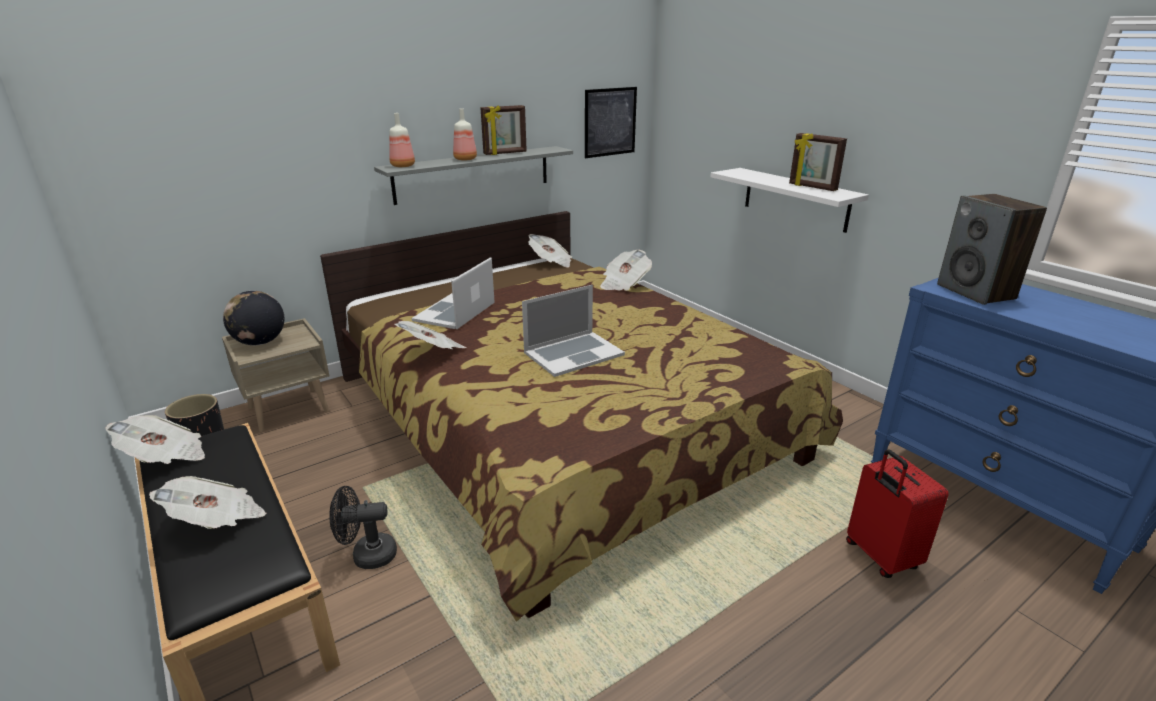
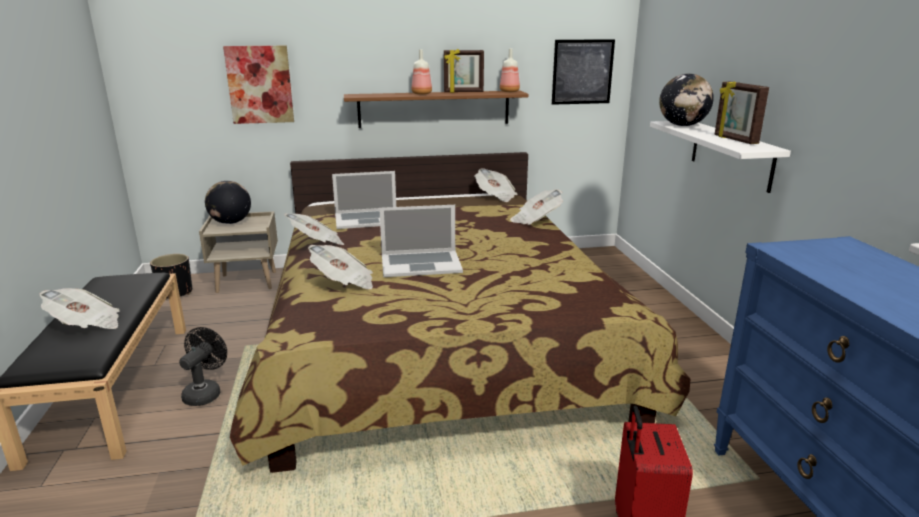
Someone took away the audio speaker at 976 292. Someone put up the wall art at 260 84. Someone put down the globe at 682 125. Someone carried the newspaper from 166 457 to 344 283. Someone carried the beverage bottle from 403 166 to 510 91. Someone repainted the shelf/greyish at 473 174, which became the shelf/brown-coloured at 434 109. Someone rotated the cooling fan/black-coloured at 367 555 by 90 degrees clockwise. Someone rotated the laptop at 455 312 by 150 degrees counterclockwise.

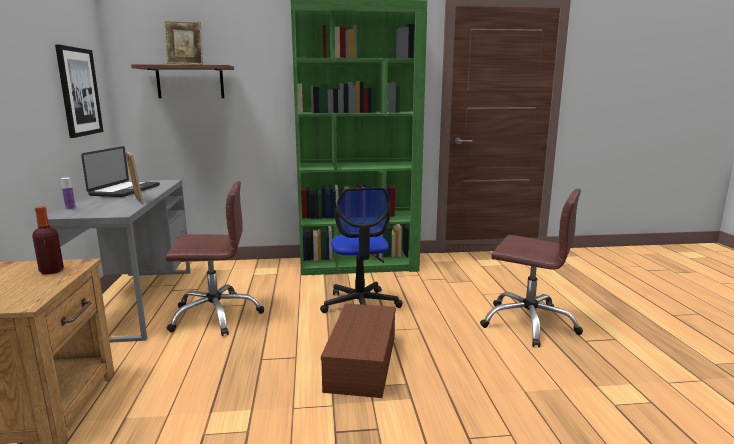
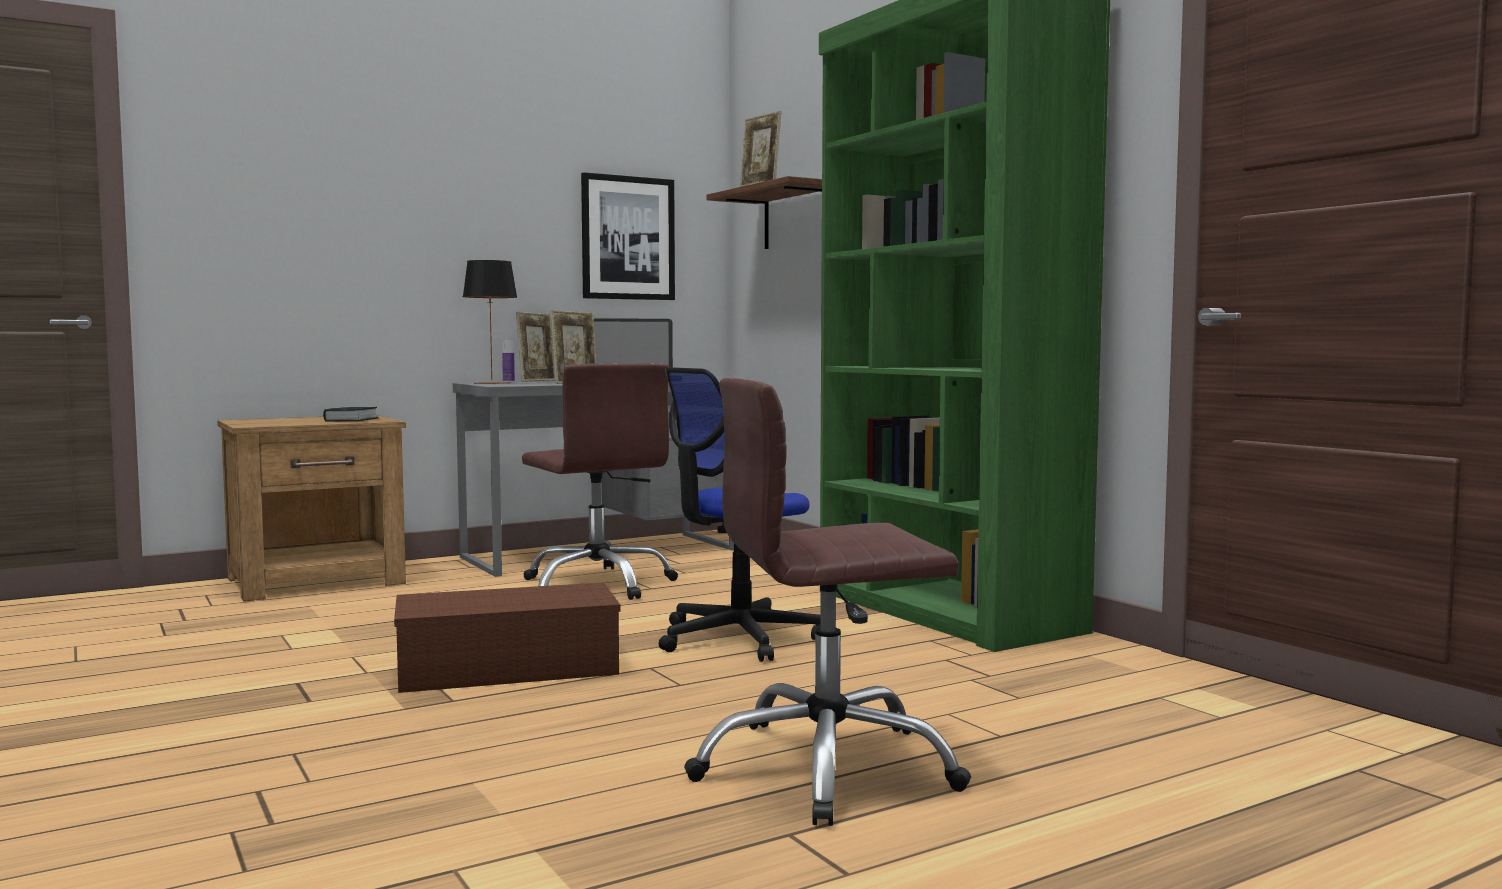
Someone put down the lamp for a table at 491 383. Someone put down the picture frame at 537 381. Someone swapped the beverage bottle at 51 271 for the bound book at 351 420. Someone rotated the desk chair/brown-coloured at 528 323 by 75 degrees clockwise.

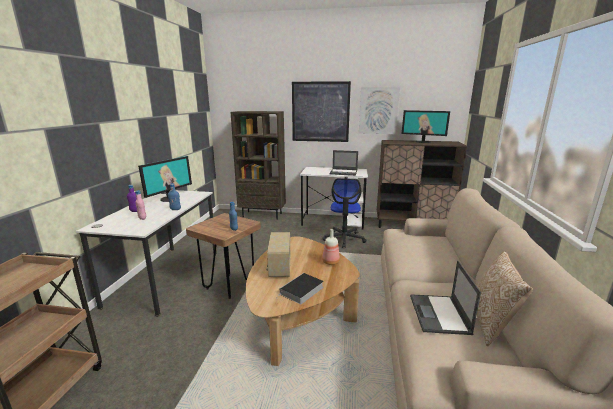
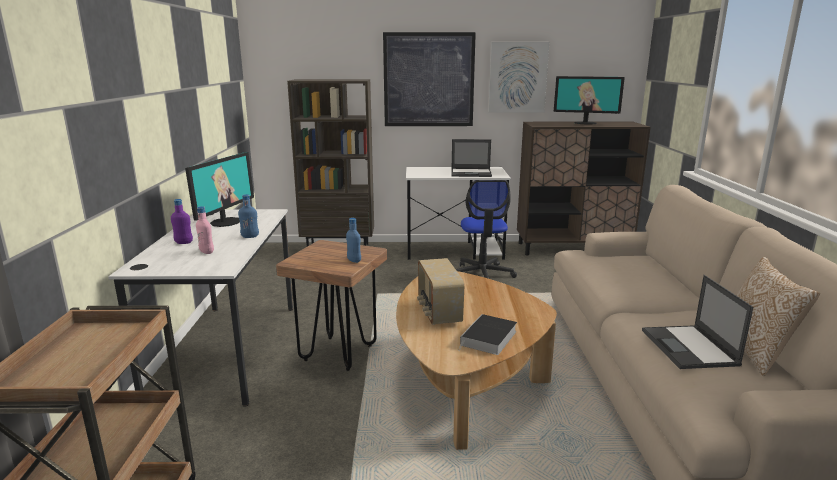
Someone took away the beverage bottle at 331 262.

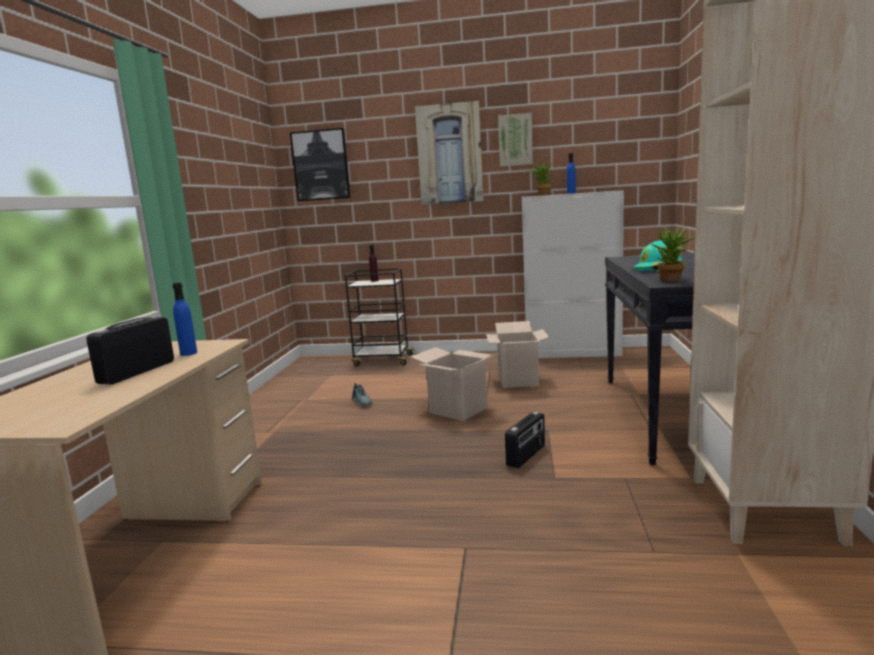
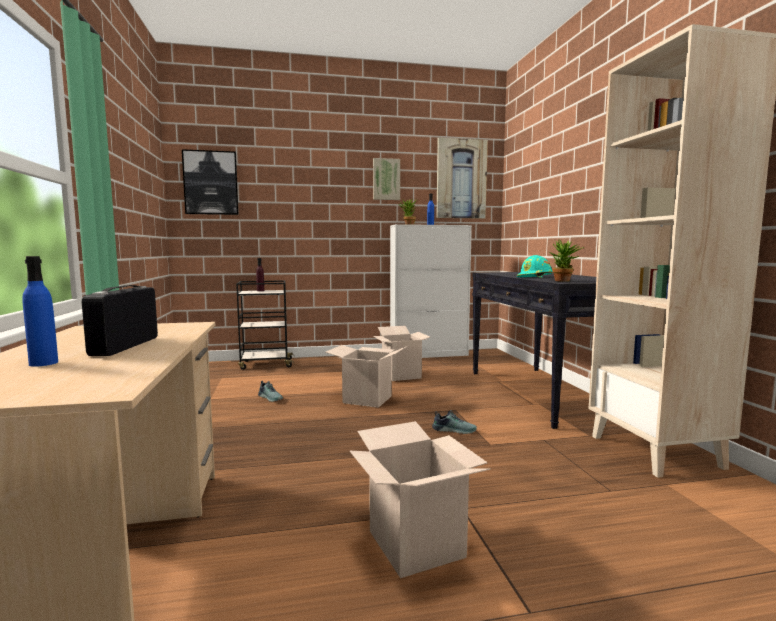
Someone put down the cardboard box at 416 544. Someone carried the beverage bottle/blue-coloured from 188 353 to 43 363. Someone carried the wall art from 450 154 to 461 179. Someone swapped the radio receiver at 527 455 for the item of footwear at 454 430.

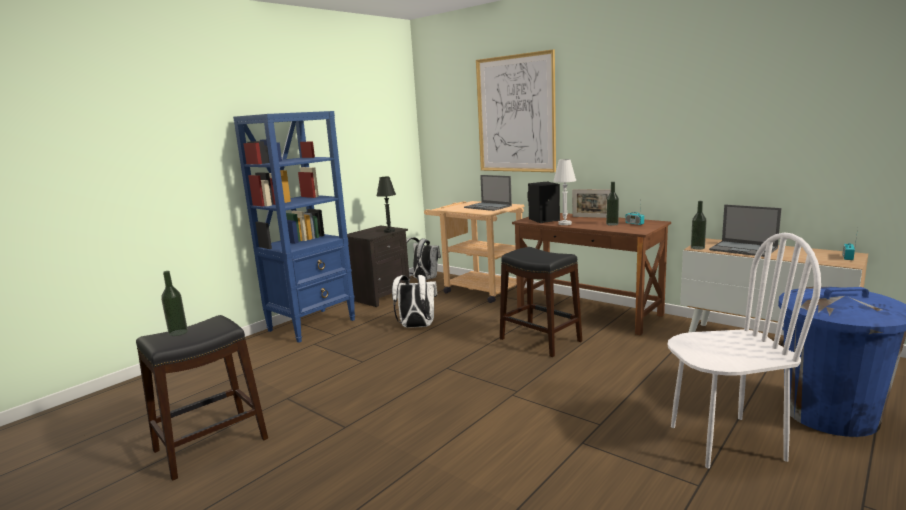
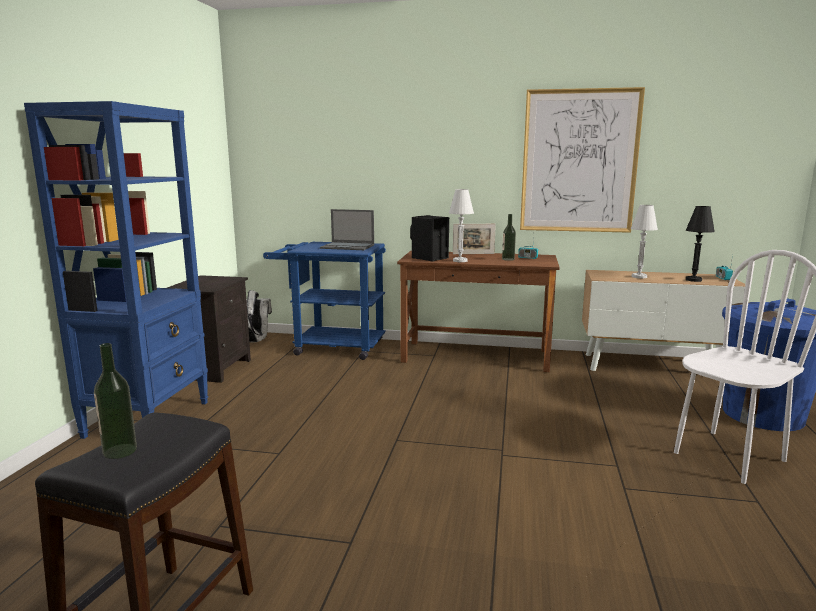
Someone took away the rucksack/white-coloured at 416 327. Someone took away the stool seat/black-coloured at 540 340. Someone took away the beverage bottle at 697 247. Someone carried the lamp for a table/black-coloured from 389 231 to 693 280. Someone carried the wall art from 515 114 to 579 161. Someone swapped the laptop at 744 249 for the lamp for a table/white-coloured at 639 277. Someone repainted the trolley/beige-coloured at 477 289, which became the trolley/blue-coloured at 331 347.

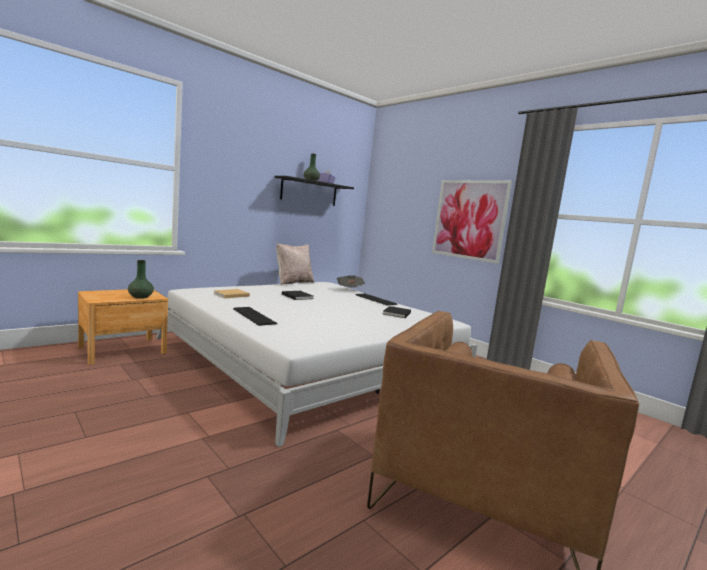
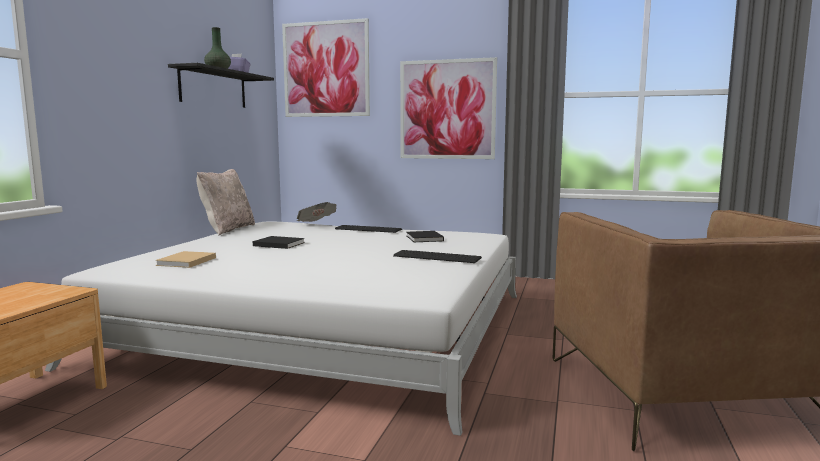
Someone took away the flower vase/green-coloured at 140 297. Someone put up the wall art at 326 69. Someone carried the keyboard from 254 316 to 436 256.

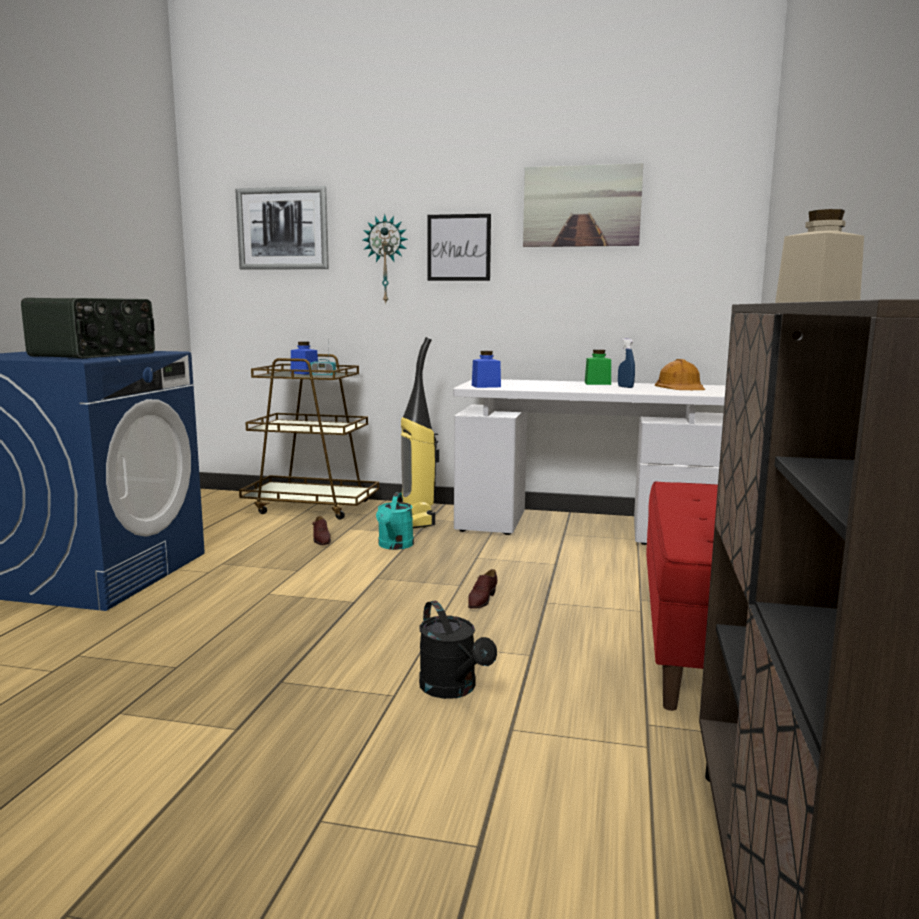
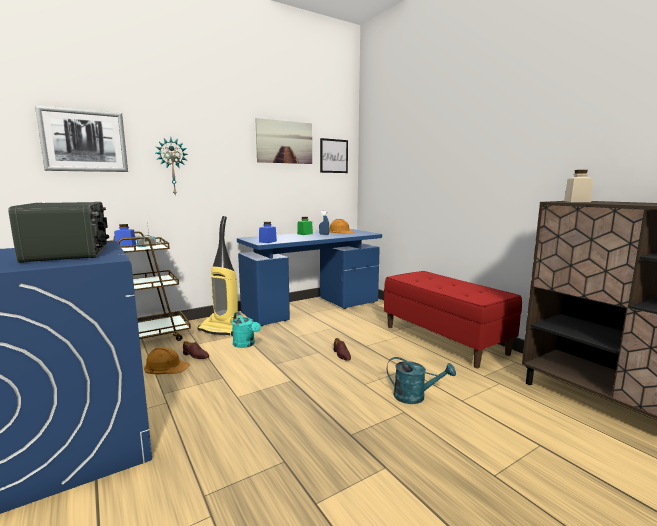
Someone put down the hard hat/orange-coloured at 166 366. Someone carried the wall art from 459 247 to 334 156. Someone repainted the watering pot/black-coloured at 453 689, which became the watering pot/blue-green at 415 397. Someone repainted the desk table/white-coloured at 590 529, which became the desk table/blue-coloured at 312 307.

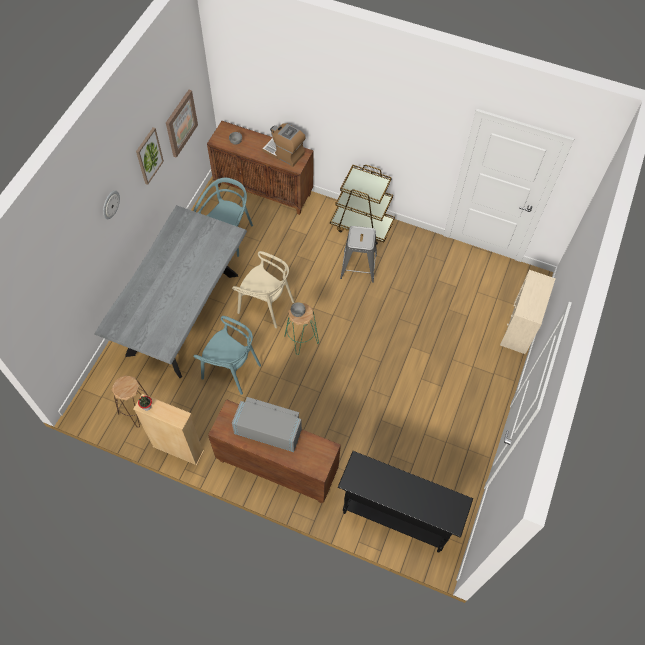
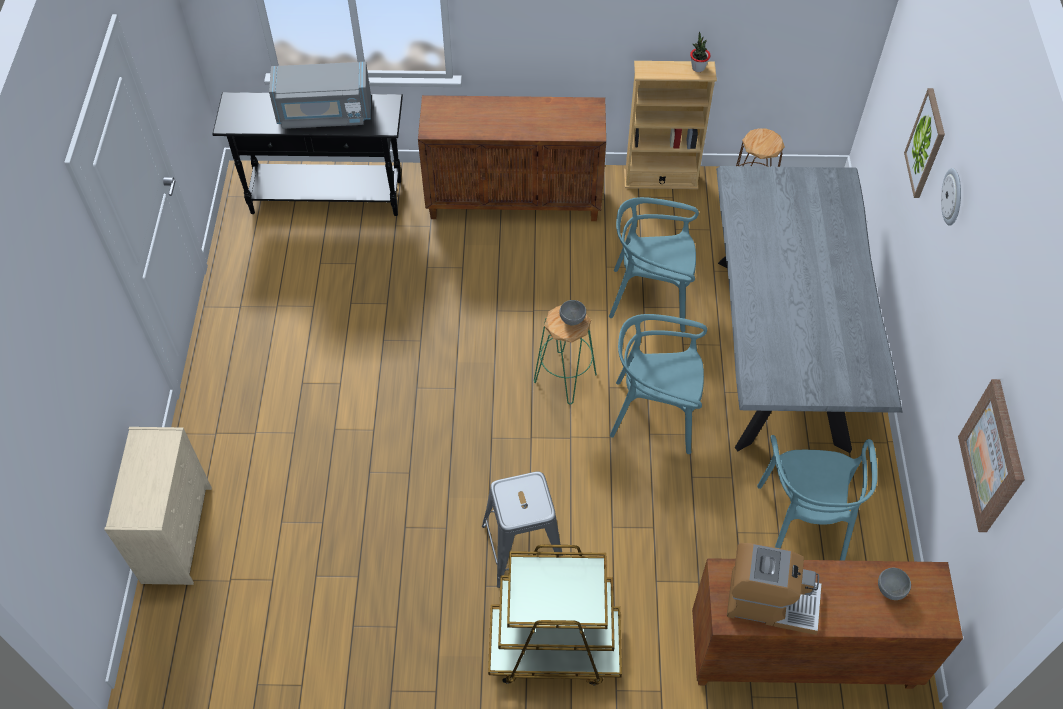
Someone carried the wall art from 149 156 to 926 144. Someone carried the microwave oven/greyish from 268 430 to 324 113. Someone repainted the plain chair/beige-coloured at 266 305, which became the plain chair/blue-green at 655 413.

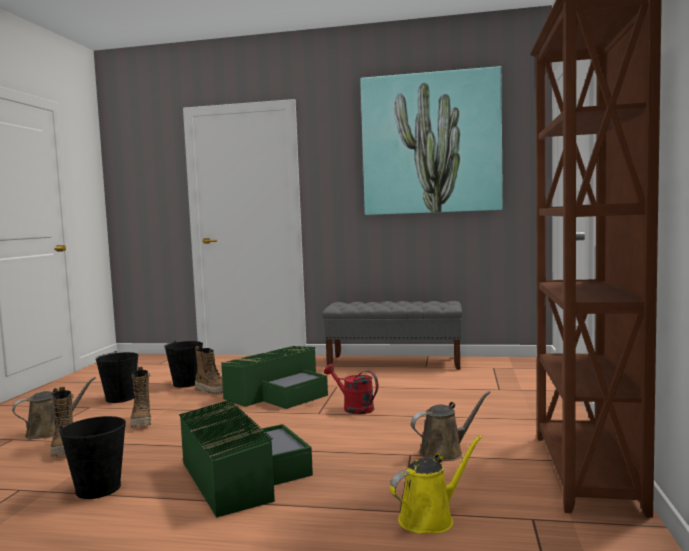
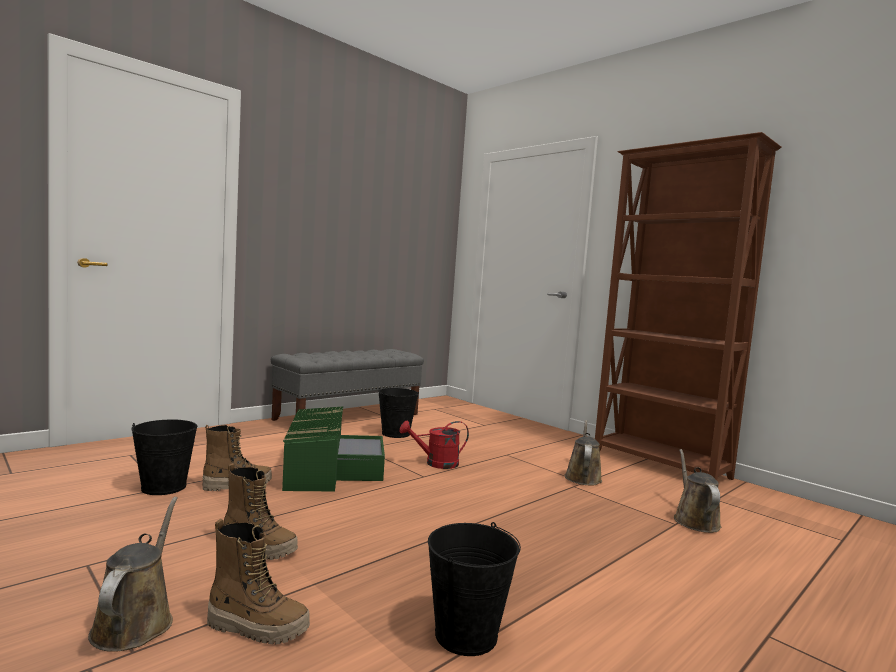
Someone took away the storage bin/green-coloured at 240 475. Someone took away the wall art at 431 144. Someone carried the pail/black-coloured from 120 398 to 395 433. Someone repainted the watering pot/yellow at 430 518, which became the watering pot/brown-coloured at 694 520.

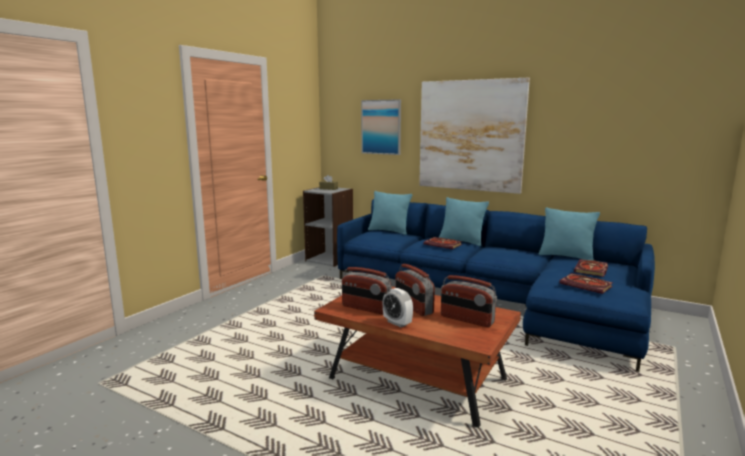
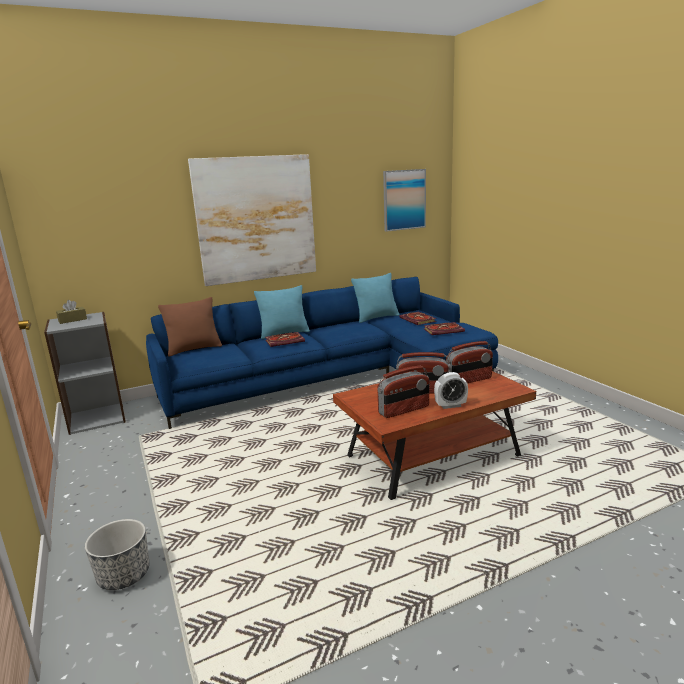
Someone put down the planter at 123 575. Someone carried the wall art from 381 127 to 404 200. Someone repainted the pillow/blue-green at 389 231, which became the pillow/brown-coloured at 194 349.

